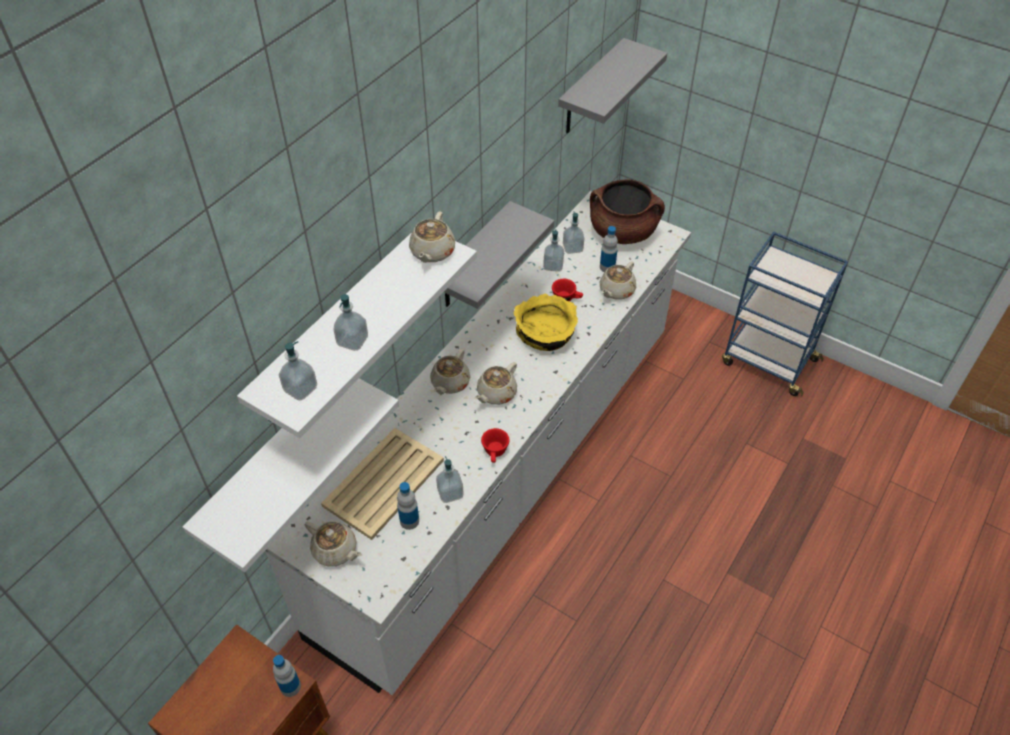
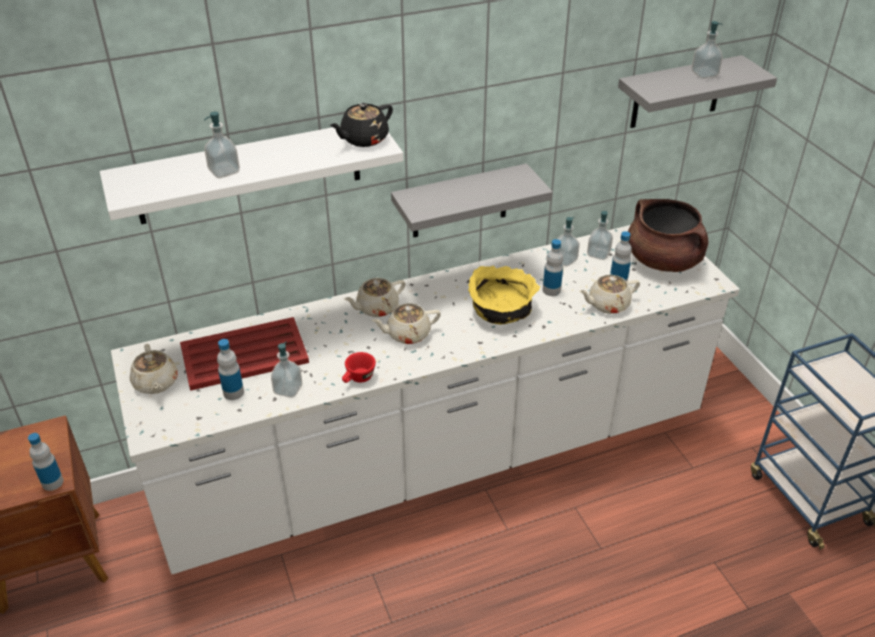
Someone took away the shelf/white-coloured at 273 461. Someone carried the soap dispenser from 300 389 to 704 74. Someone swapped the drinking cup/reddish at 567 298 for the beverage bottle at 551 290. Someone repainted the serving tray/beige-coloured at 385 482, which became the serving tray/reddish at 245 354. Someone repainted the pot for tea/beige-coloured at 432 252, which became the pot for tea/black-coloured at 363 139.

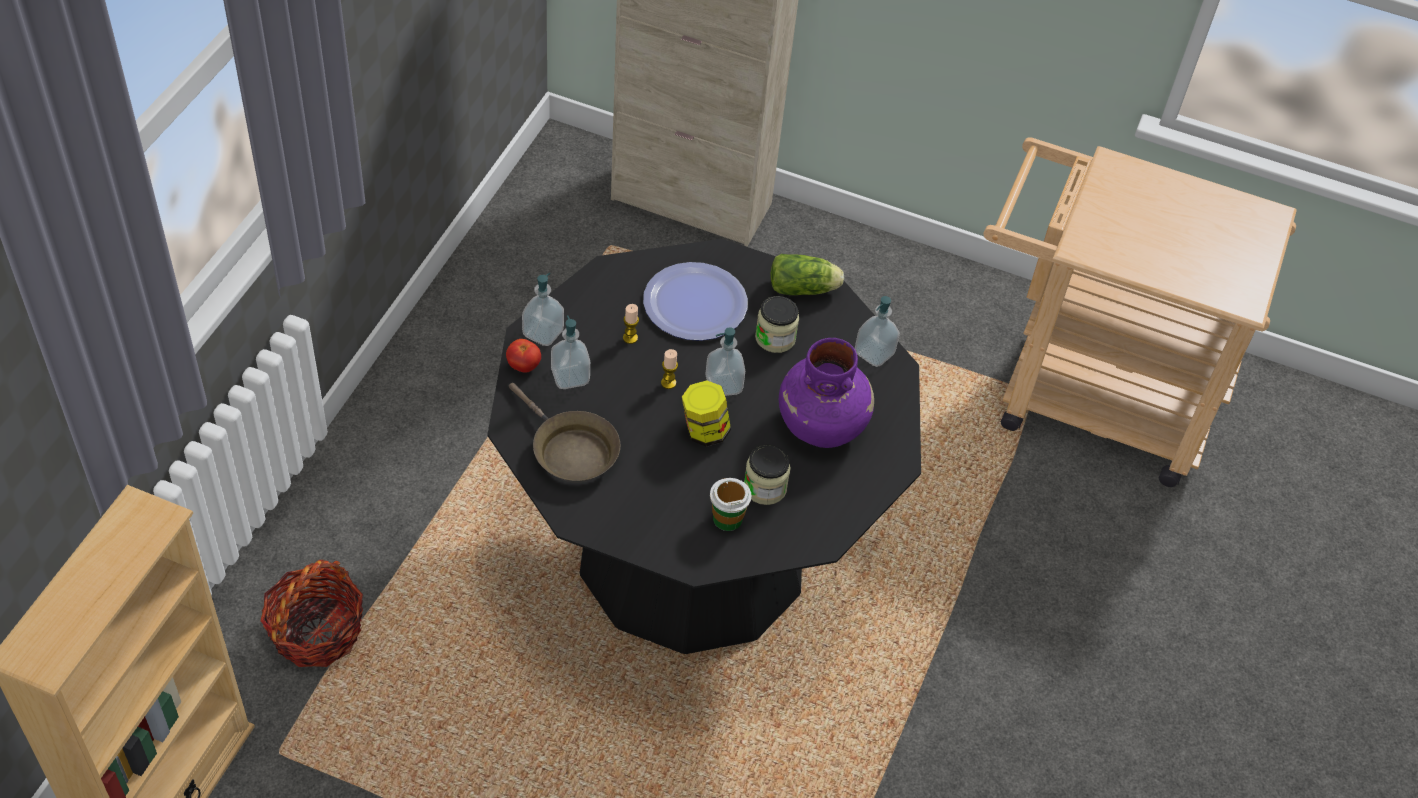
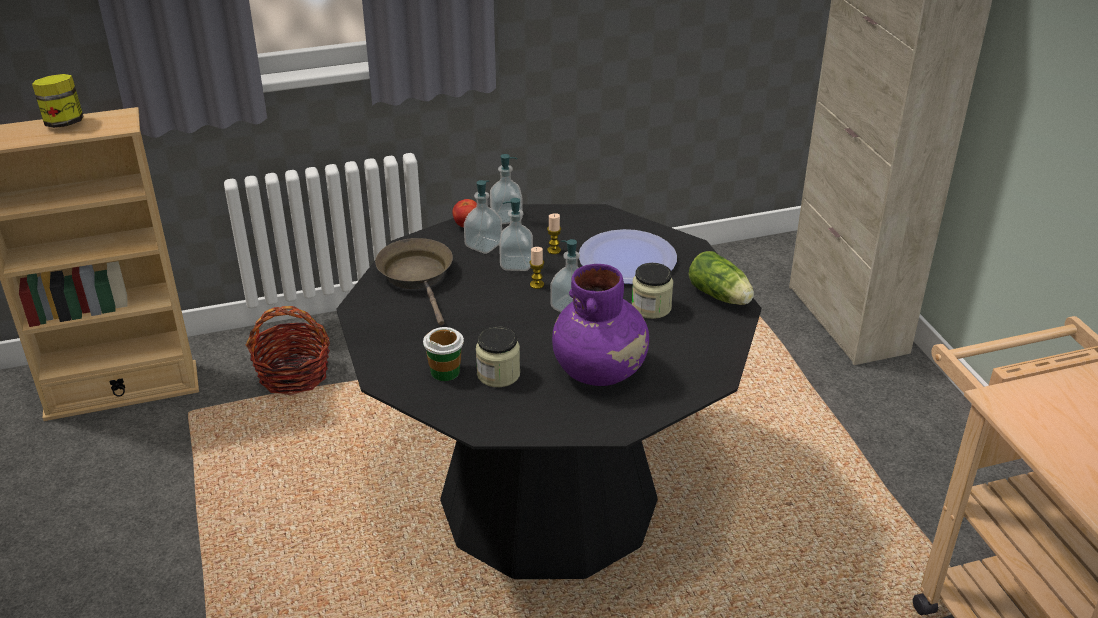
Someone carried the preserve jar from 704 431 to 64 123. Someone carried the soap dispenser from 874 353 to 516 264. Someone rotated the pan/brown-coloured at 570 451 by 150 degrees clockwise.

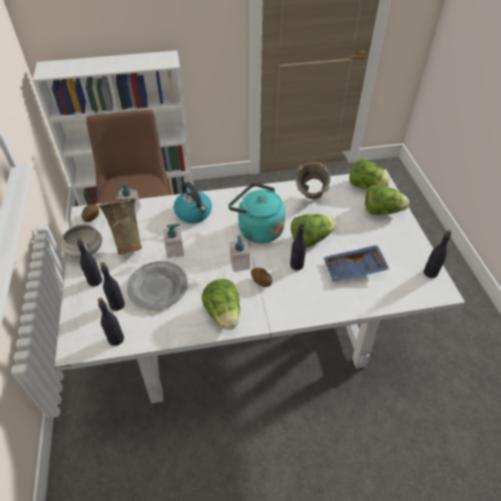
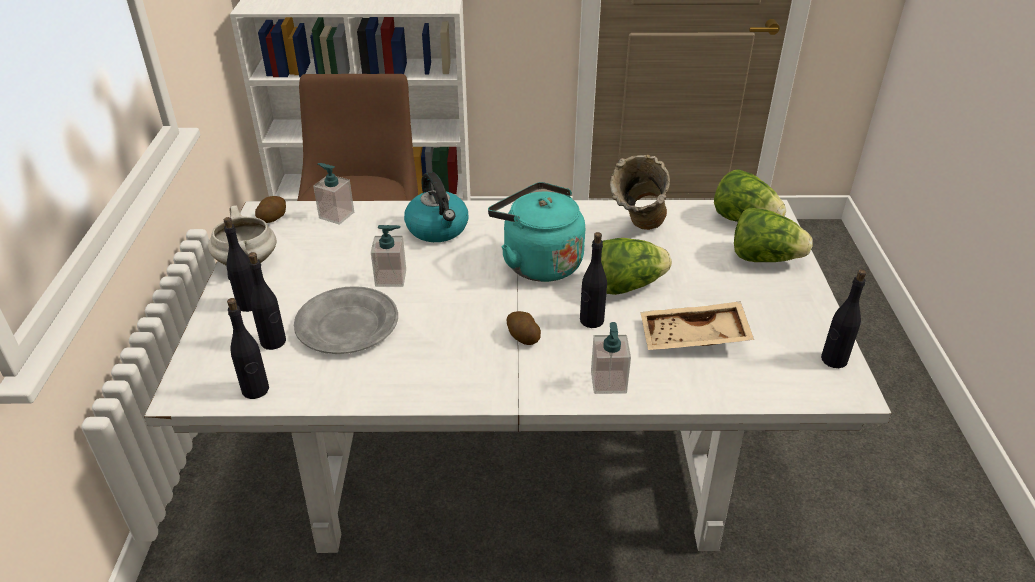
Someone took away the flower vase/beige-coloured at 128 243. Someone took away the lettuce at 224 314. Someone carried the soap dispenser from 240 264 to 608 382. Someone repainted the serving tray/blue-coloured at 354 269, which became the serving tray/beige-coloured at 693 338.

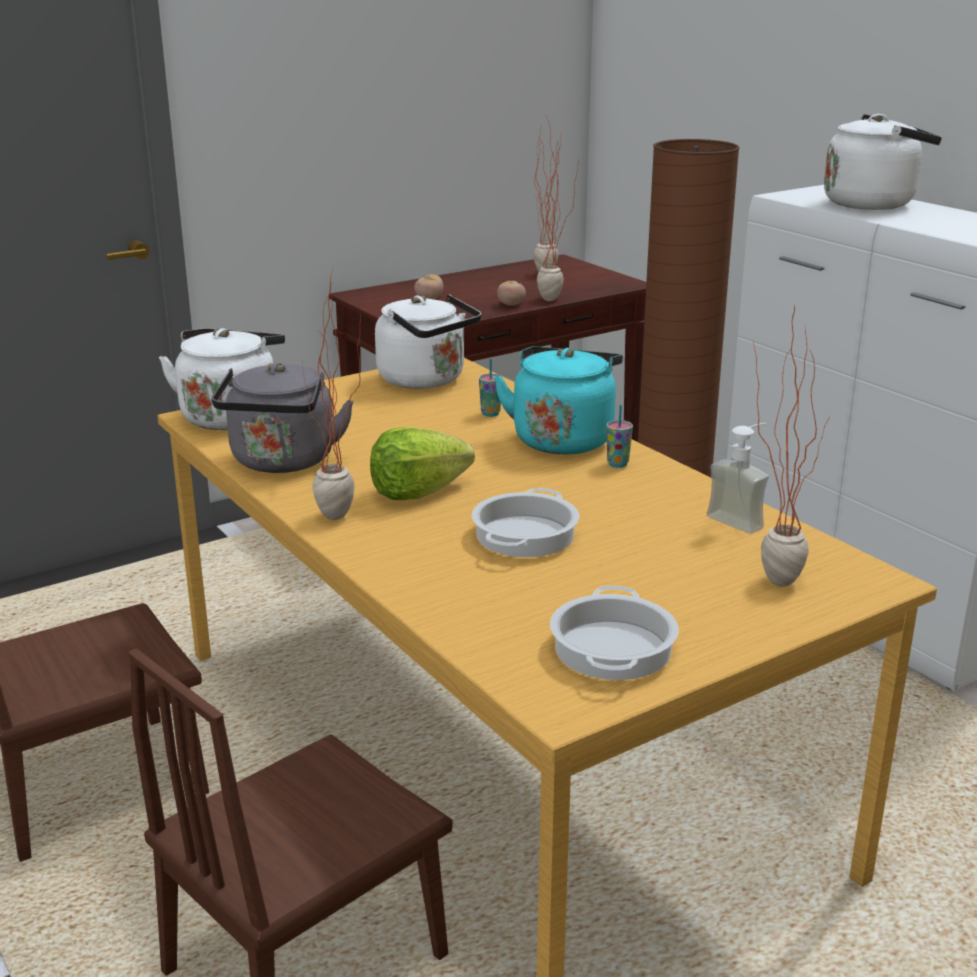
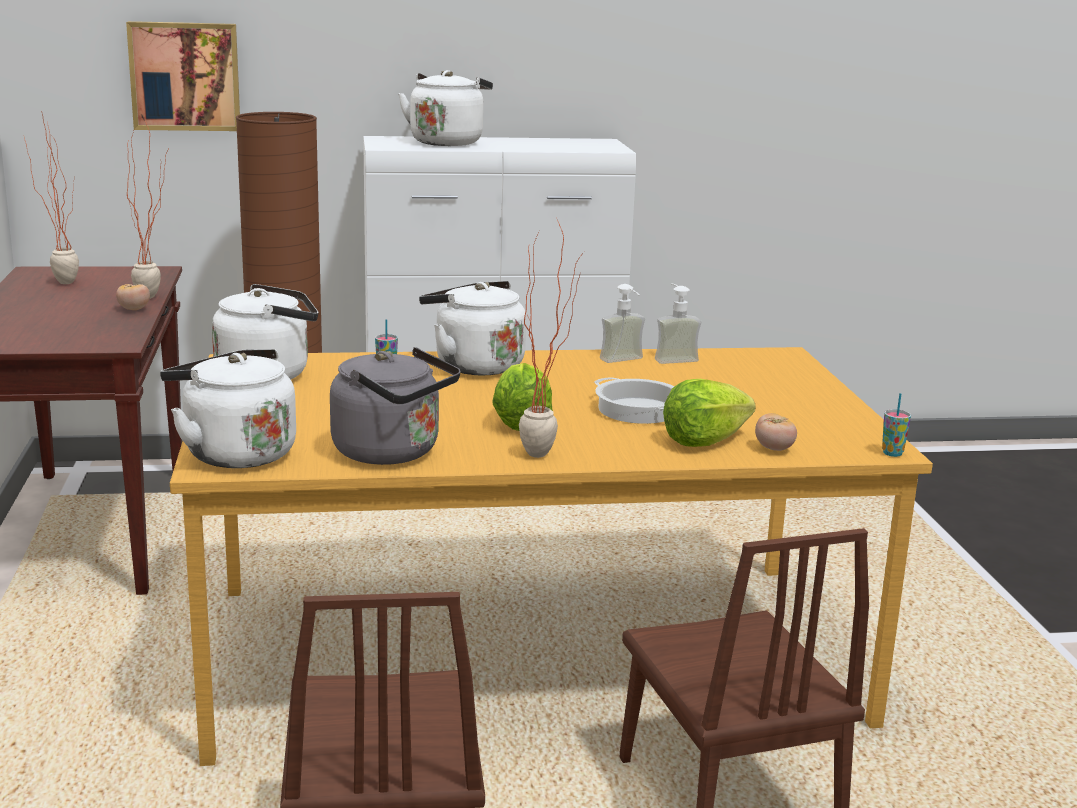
Someone took away the cooking pot at 614 649. Someone took away the plant in a pot at 770 576. Someone put up the wall art at 185 76. Someone put down the soap dispenser at 625 361. Someone put down the lettuce at 704 441. Someone carried the tomato from 429 299 to 774 449. Someone carried the drinking cup from 617 464 to 892 453. Someone repainted the kettle/blue-green at 563 439, which became the kettle/white-coloured at 474 365.

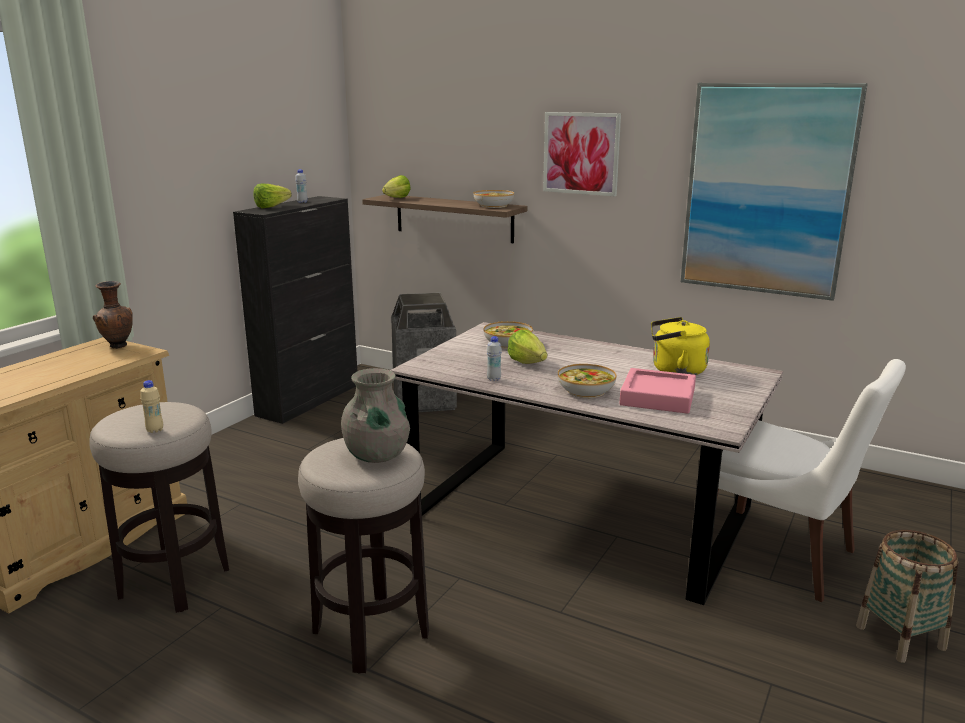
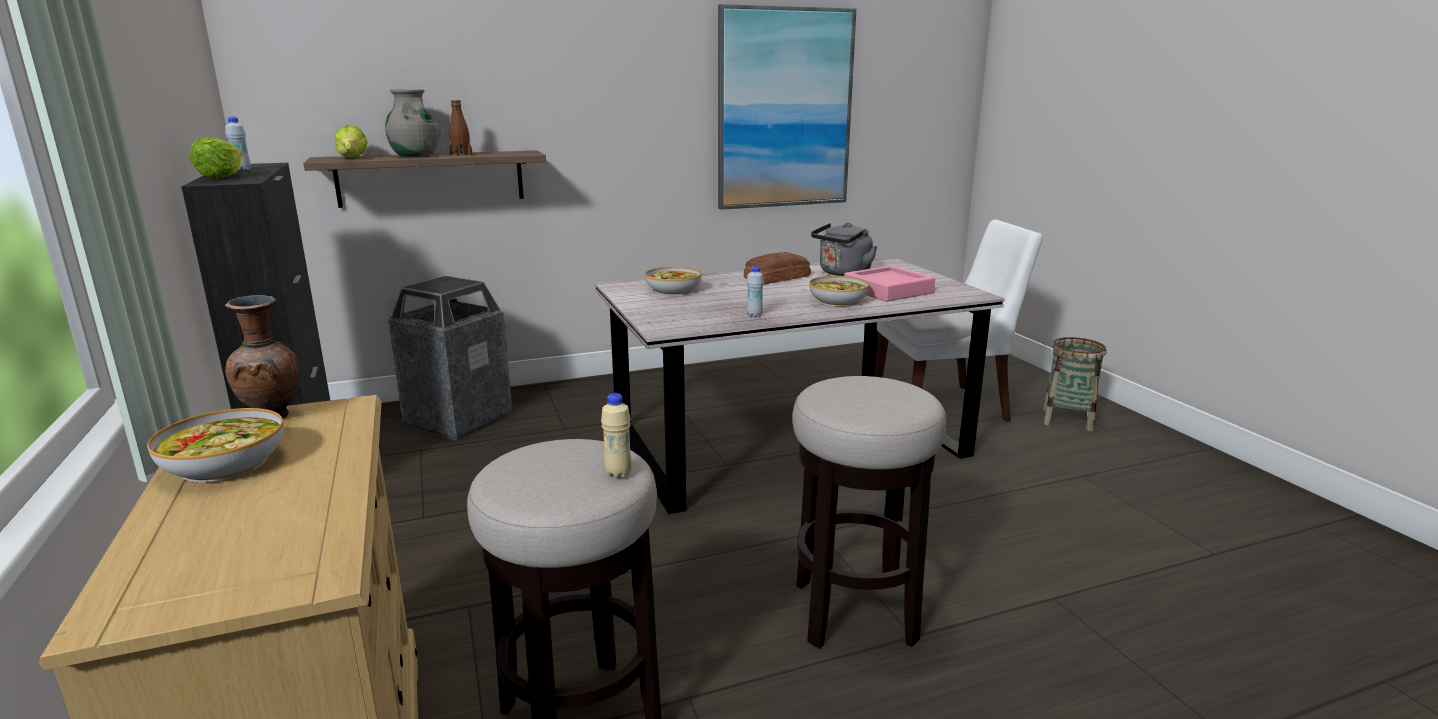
Someone took away the lettuce at 527 362. Someone took away the wall art at 581 153. Someone put down the beverage bottle/brown-coloured at 461 154. Someone put down the bread at 775 277. Someone carried the flower vase/greyish from 377 455 to 415 156. Someone carried the deep dish from 493 205 to 224 464. Someone repainted the kettle/yellow at 675 370, which became the kettle/greyish at 843 273.

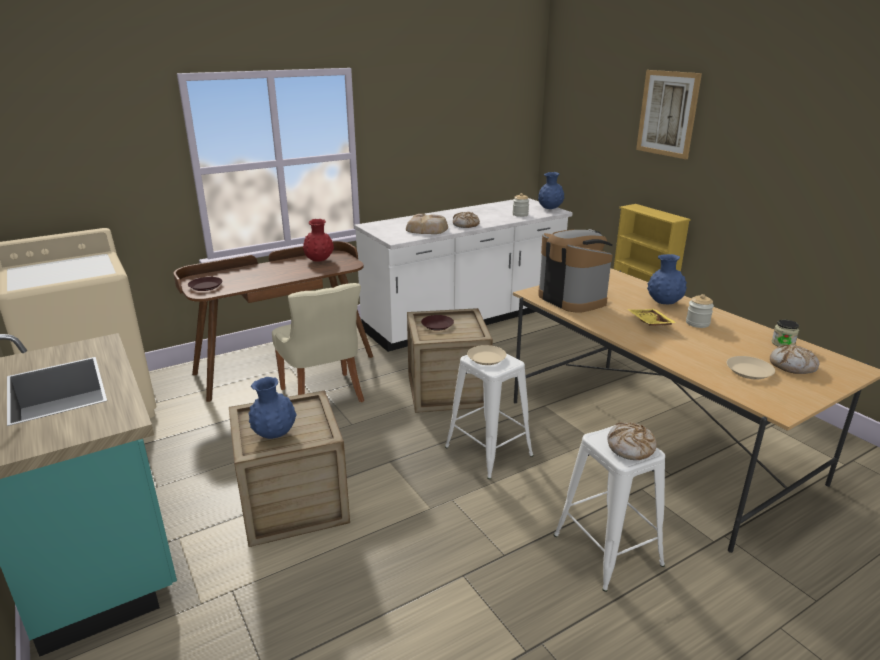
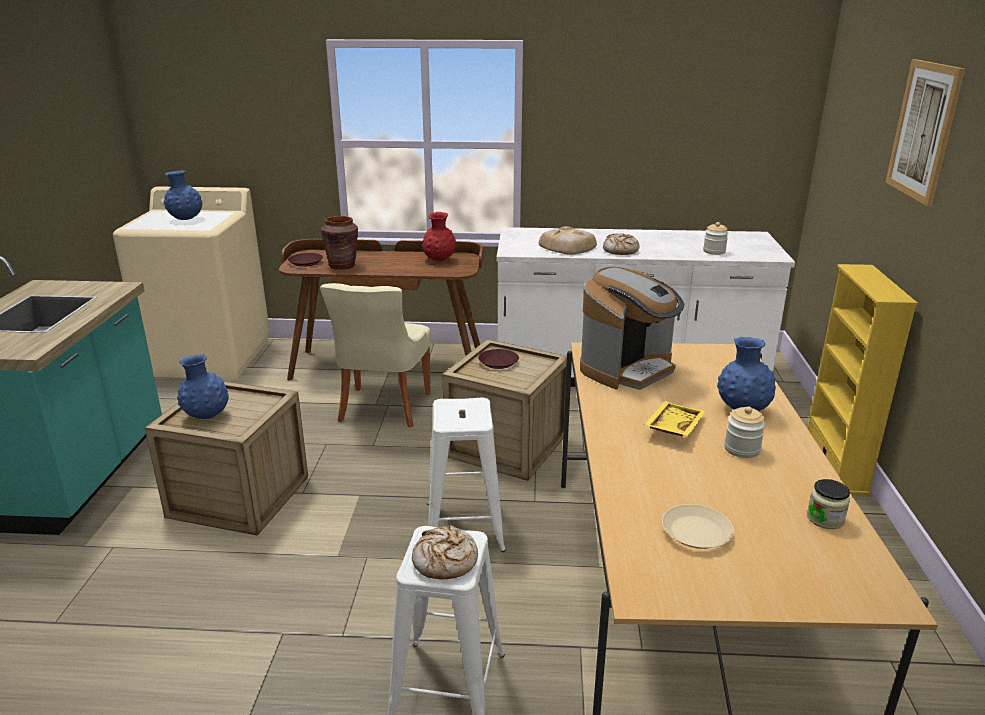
Someone took away the plate/beige-coloured at 486 358. Someone took away the bread at 792 366. Someone put down the flower vase/brown-coloured at 342 266. Someone carried the flower vase/blue-coloured from 550 209 to 186 219. Someone rotated the coffee machine at 572 298 by 45 degrees clockwise.

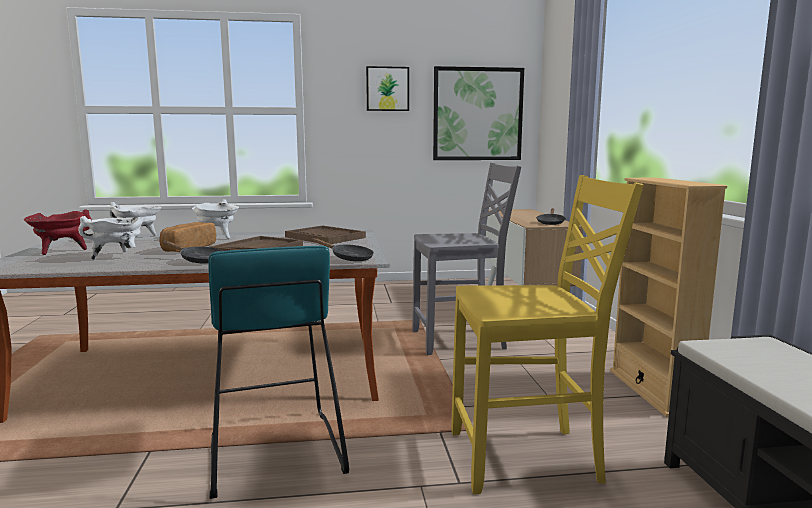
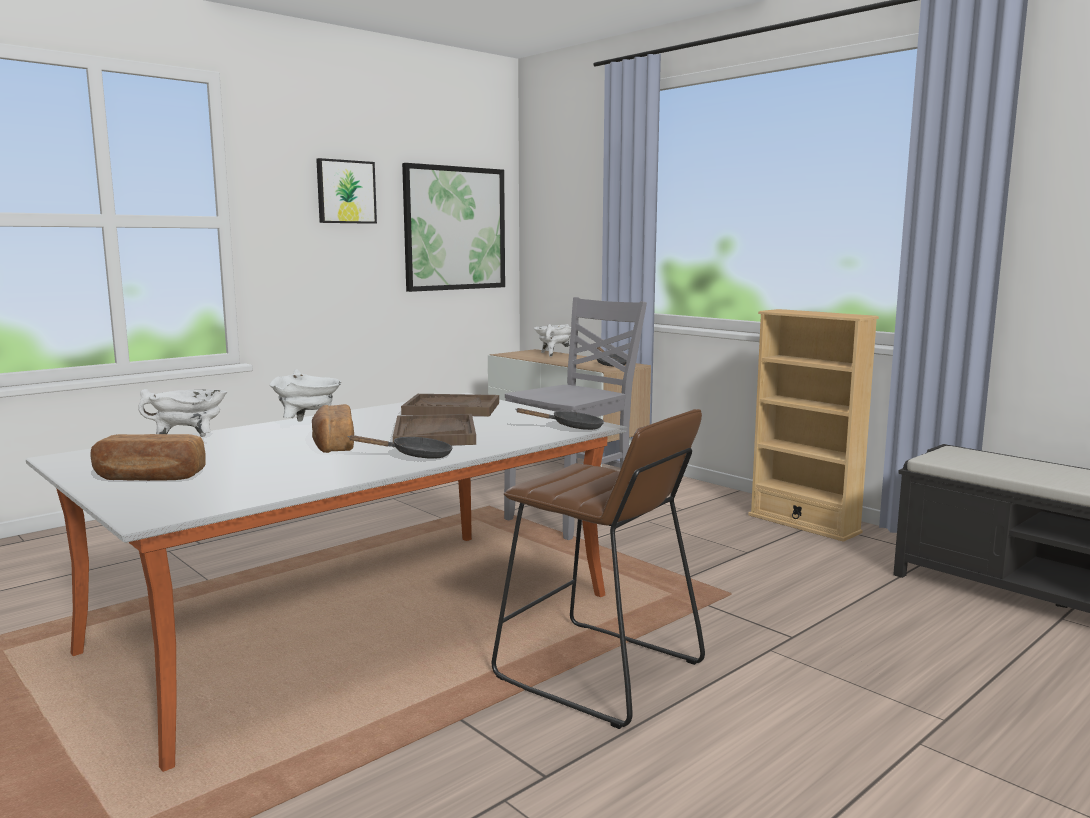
Someone took away the plain chair/yellow at 527 458. Someone carried the cooking pot/white-coloured from 118 256 to 553 354. Someone swapped the cooking pot/reddish at 60 251 for the bread at 149 477. Someone repainted the stool seat/blue-green at 274 453, which became the stool seat/brown-coloured at 598 672.

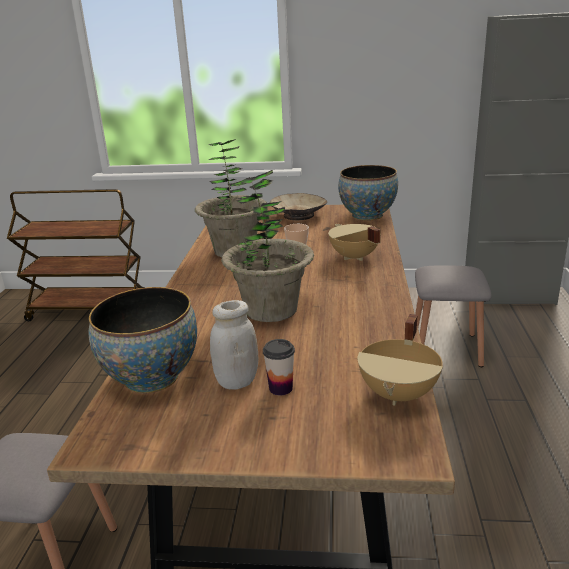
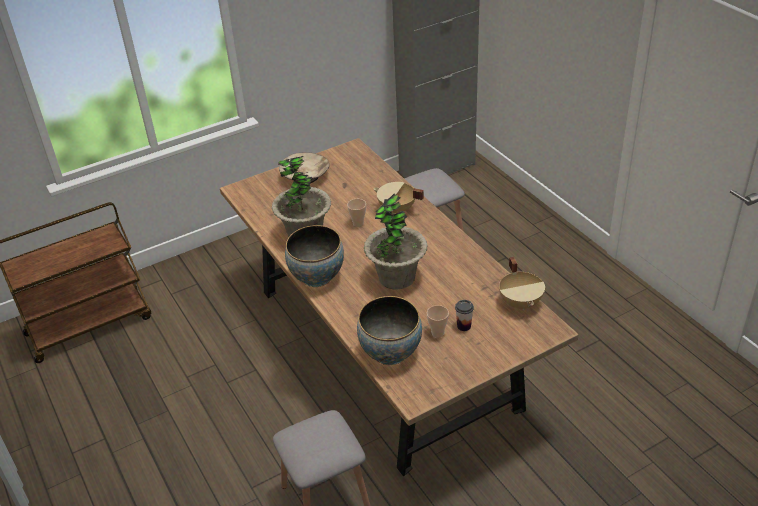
Someone carried the deep dish from 367 215 to 317 277. Someone swapped the preserve jar/white-coloured at 237 381 for the drinking cup at 437 333.

